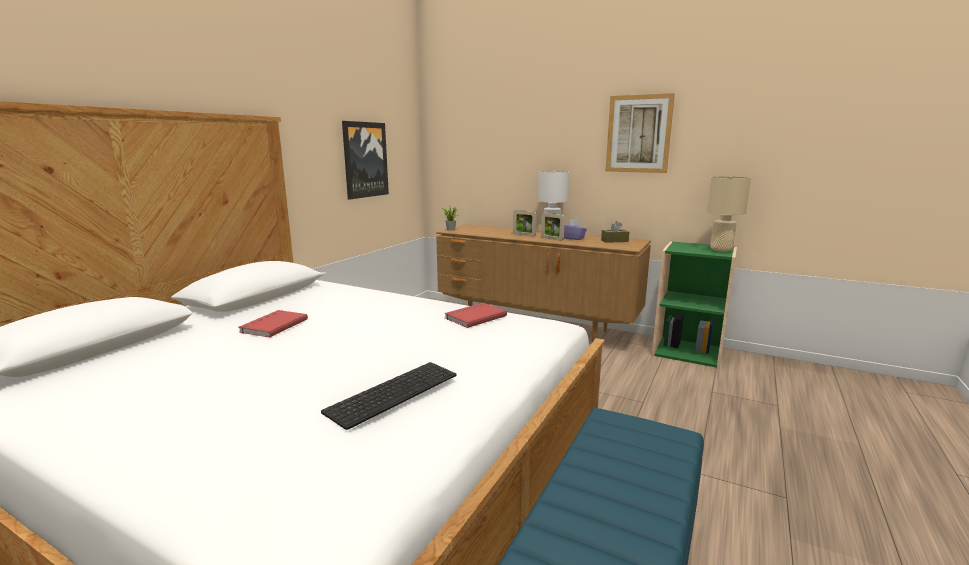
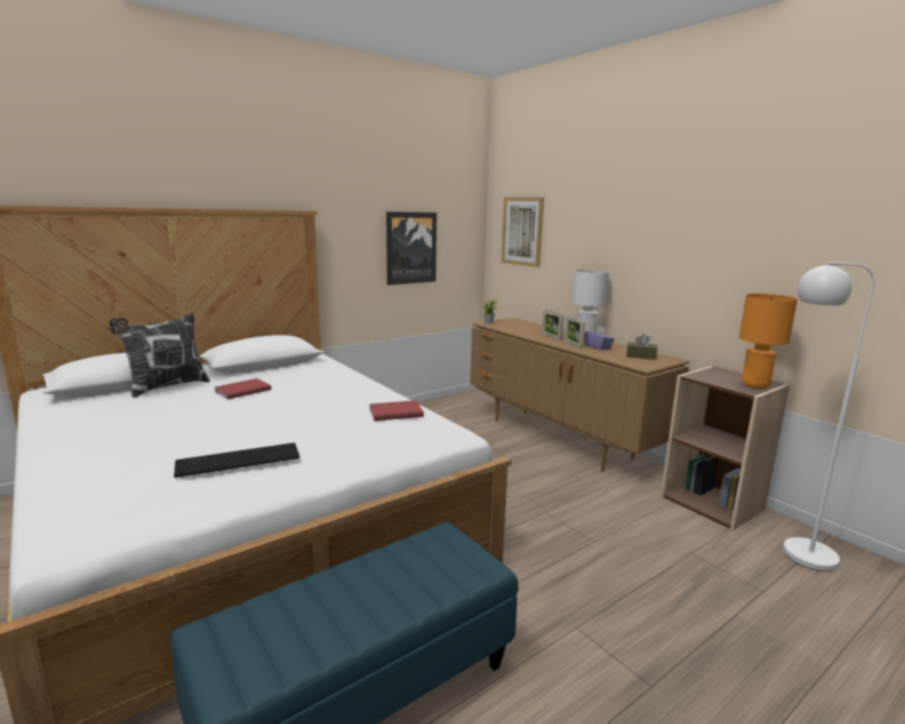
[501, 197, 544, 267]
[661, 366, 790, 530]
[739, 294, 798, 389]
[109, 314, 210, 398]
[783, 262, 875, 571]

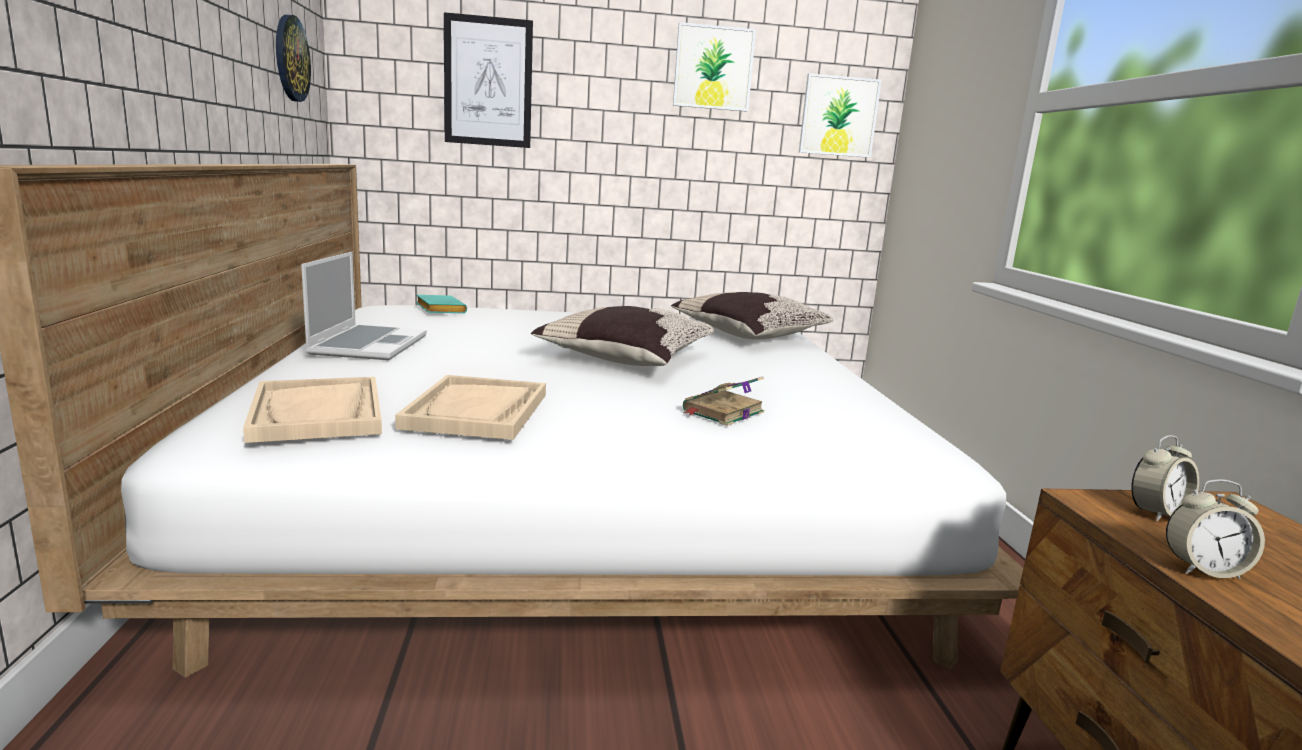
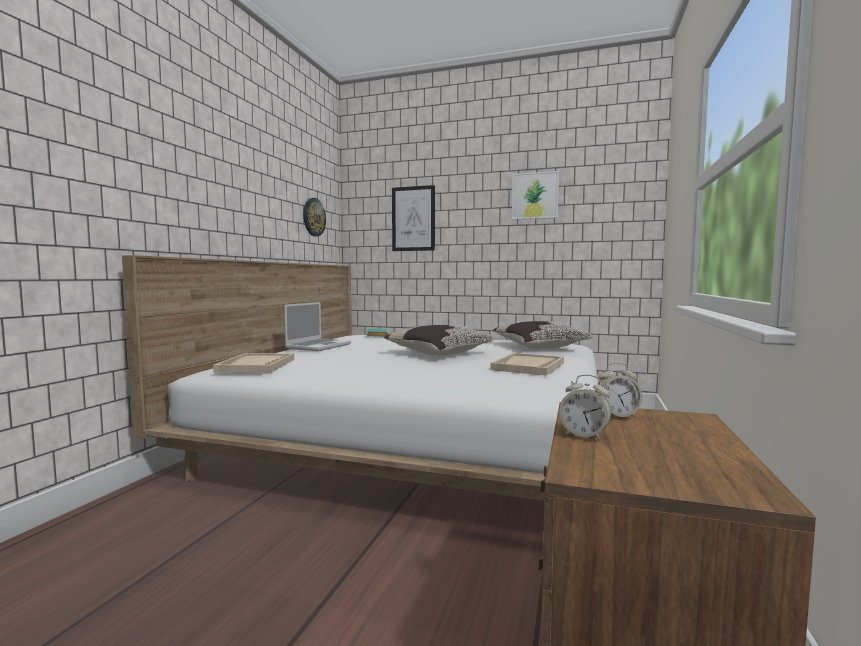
[490, 353, 564, 376]
[683, 377, 764, 426] (first image)
[799, 73, 882, 158] (first image)

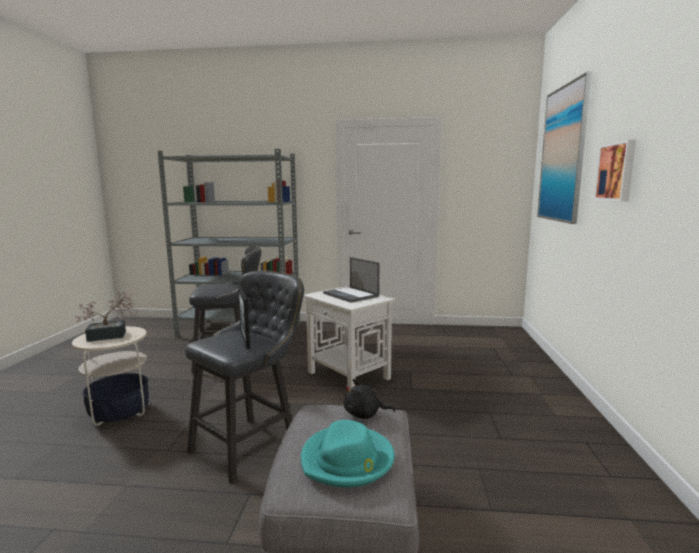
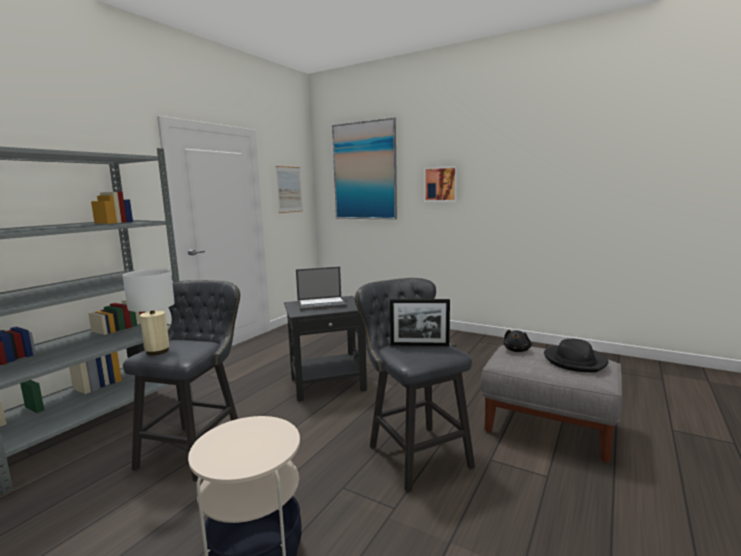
[75, 291, 138, 342] (first image)
[544, 339, 609, 373]
[284, 296, 367, 401]
[123, 269, 175, 356]
[275, 166, 303, 213]

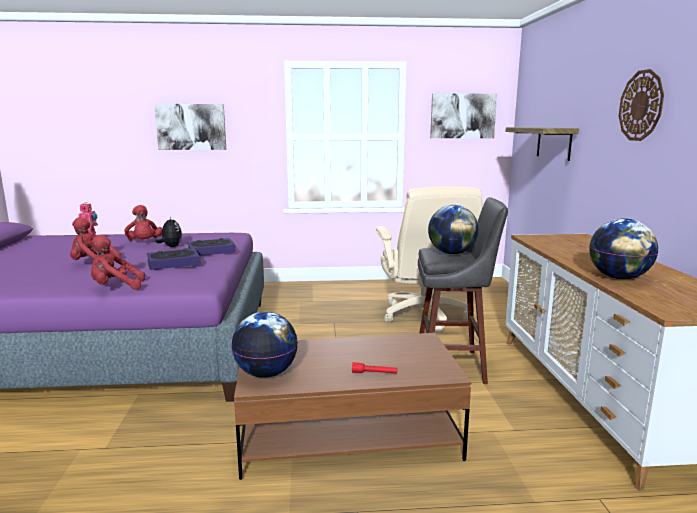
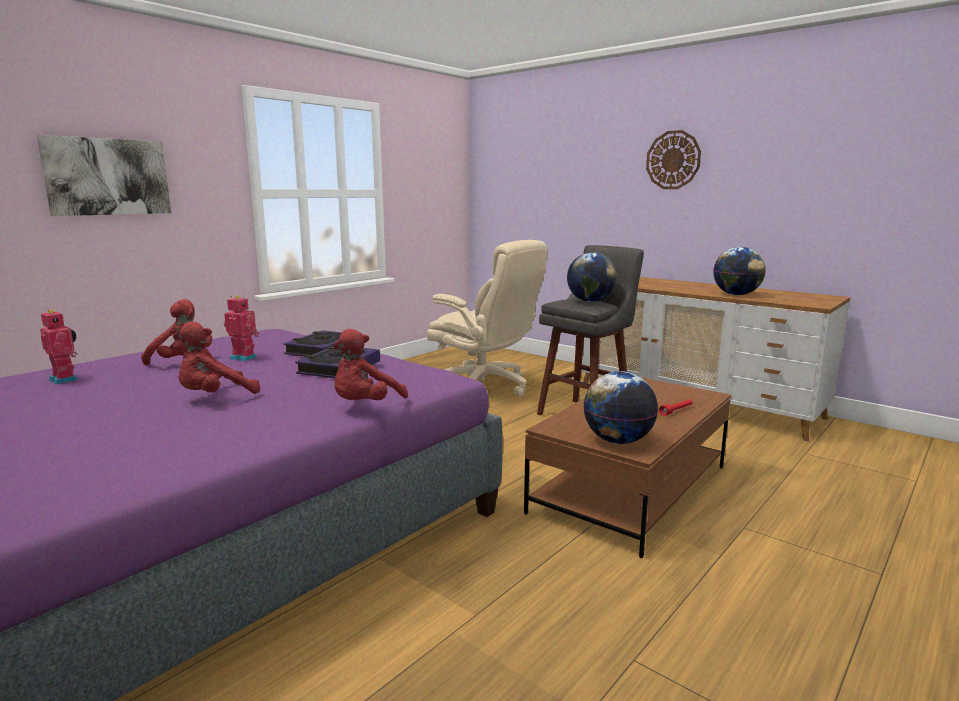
[224, 296, 260, 361]
[430, 93, 497, 138] (first image)
[505, 127, 579, 161] (first image)

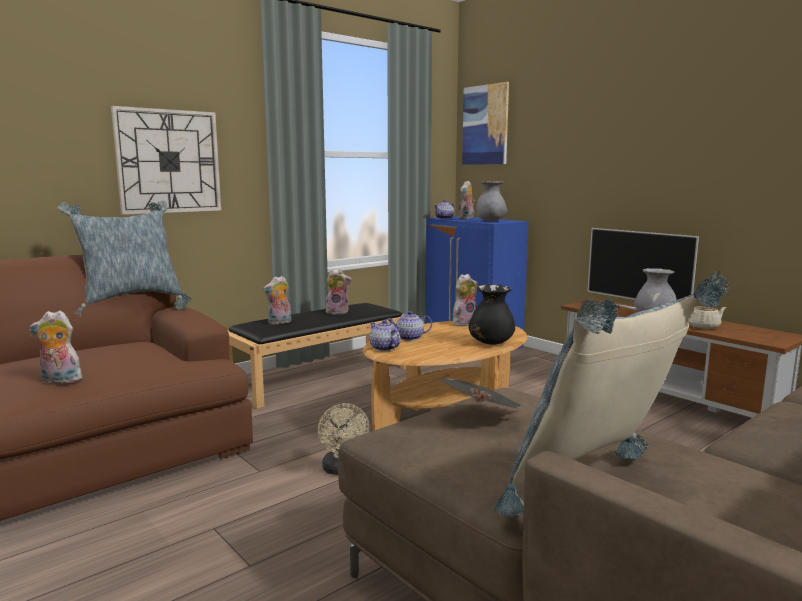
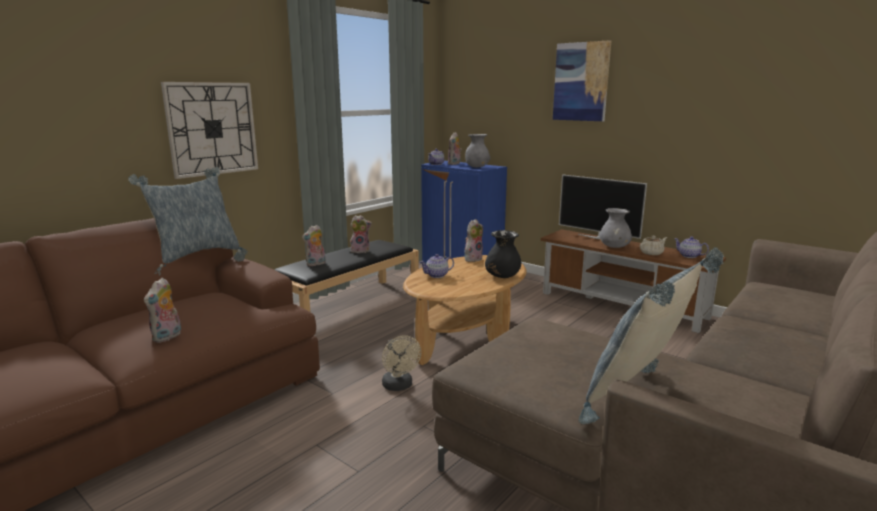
[144, 278, 181, 343]
[674, 237, 709, 258]
[436, 379, 520, 408] (first image)
[553, 40, 611, 121]

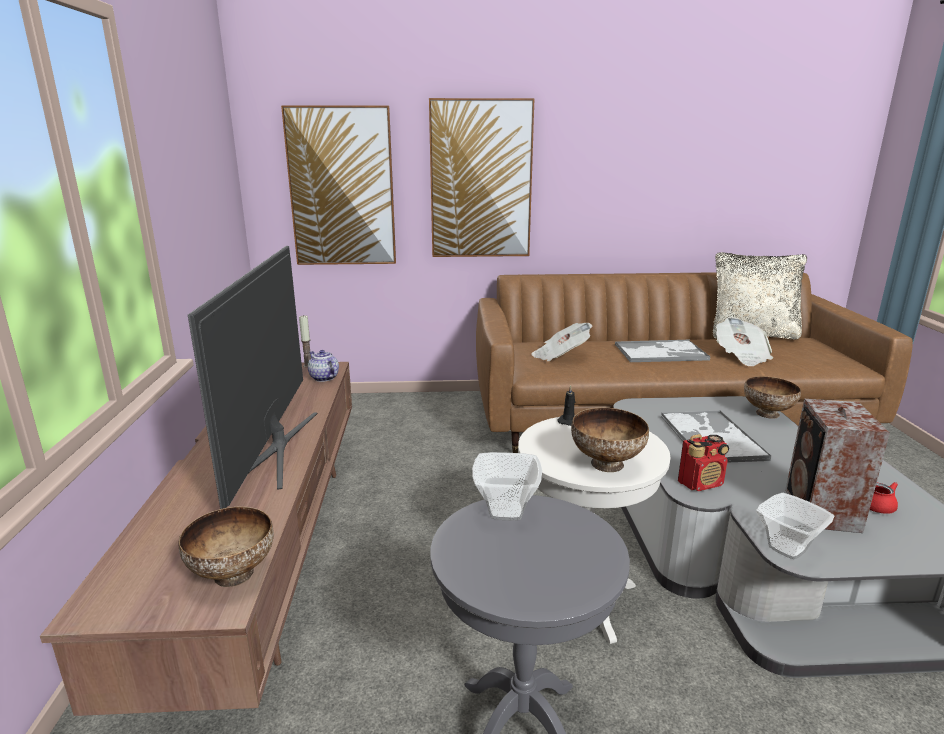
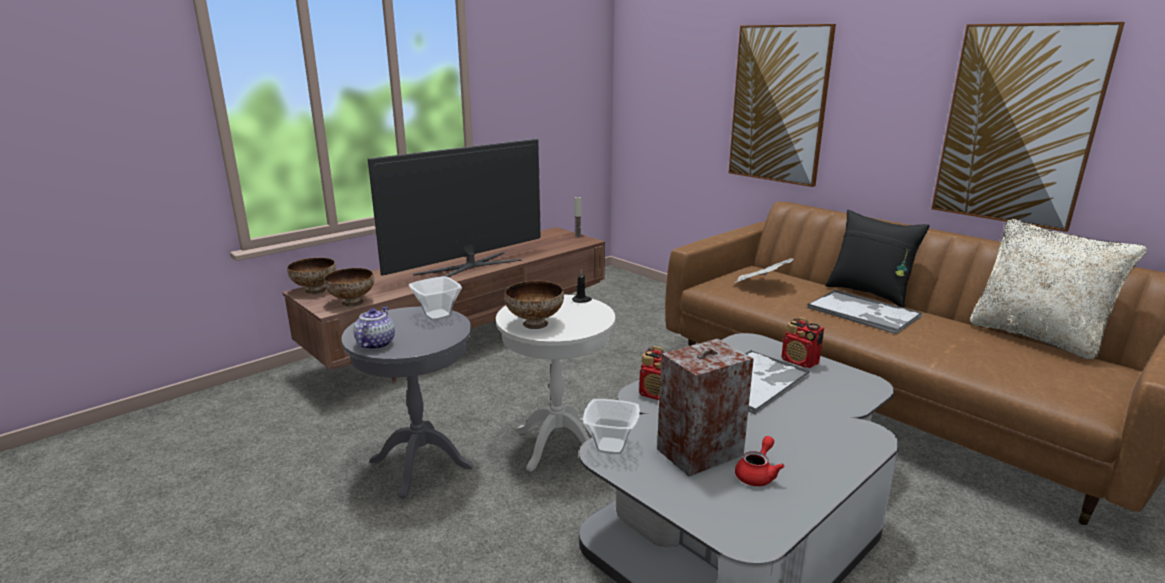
[931, 22, 1125, 232]
[353, 306, 395, 350]
[716, 317, 773, 366] (first image)
[287, 257, 336, 294]
[781, 317, 824, 368]
[825, 210, 930, 308]

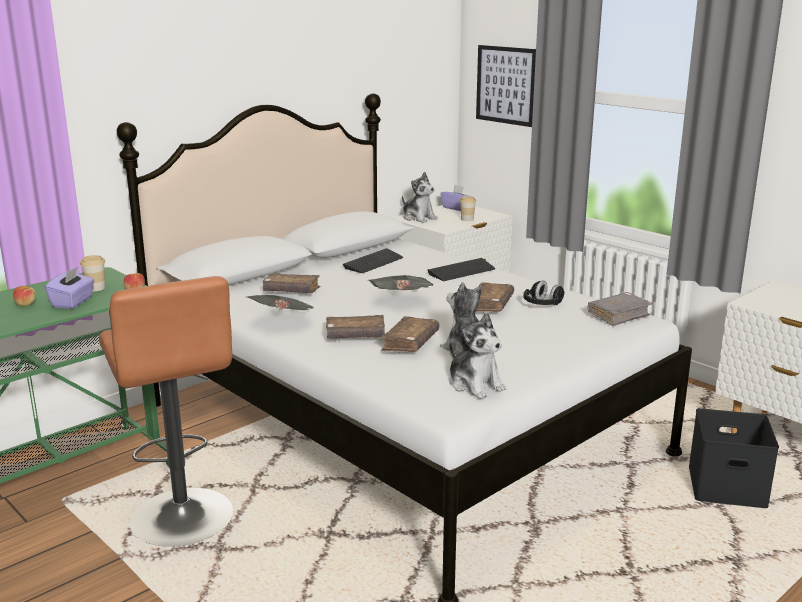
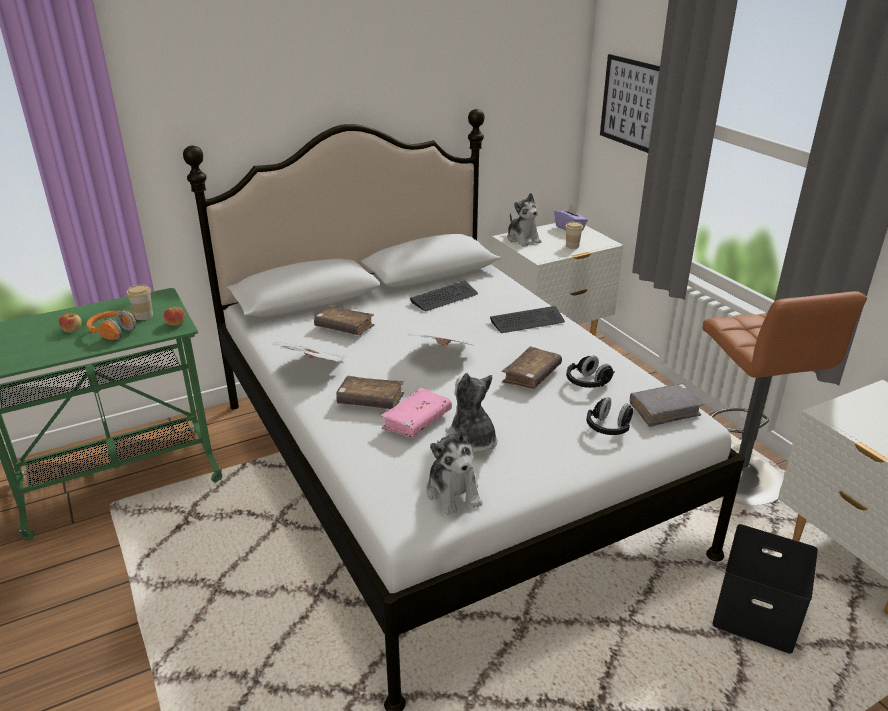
[87, 310, 136, 340]
[702, 291, 867, 505]
[380, 388, 452, 437]
[587, 397, 633, 435]

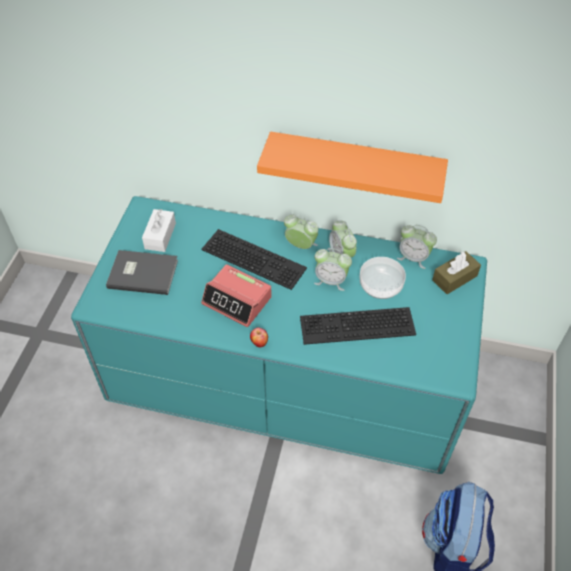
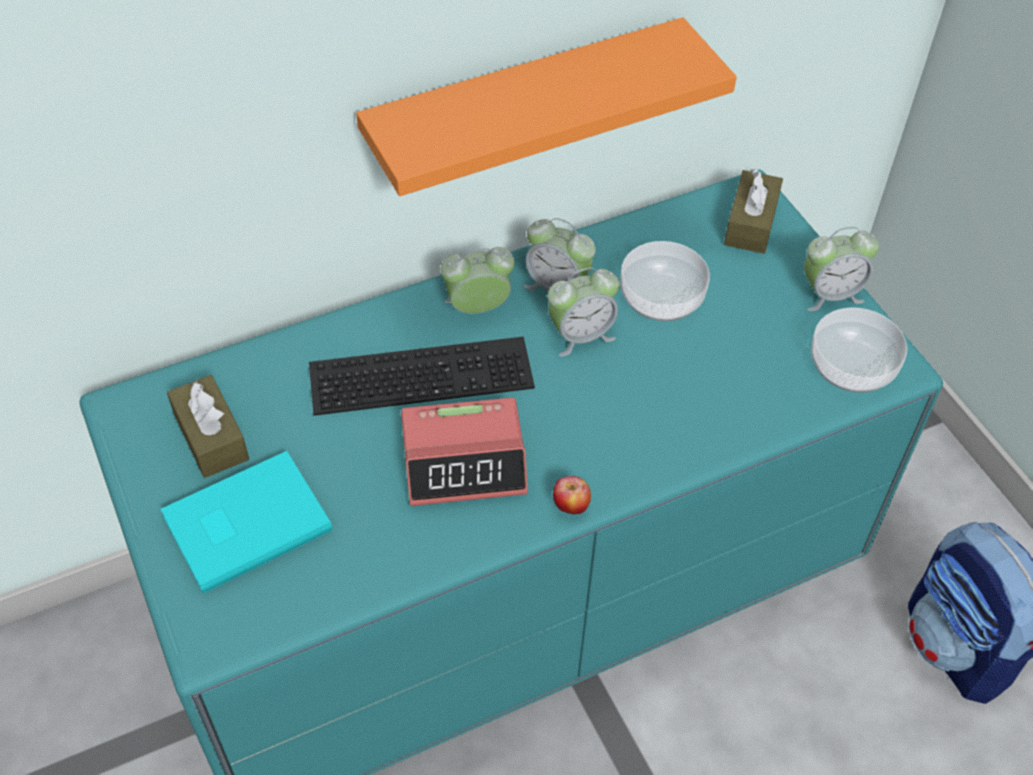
[161, 451, 332, 593]
[167, 375, 249, 478]
[300, 307, 416, 345] (first image)
[804, 227, 879, 311]
[811, 308, 907, 393]

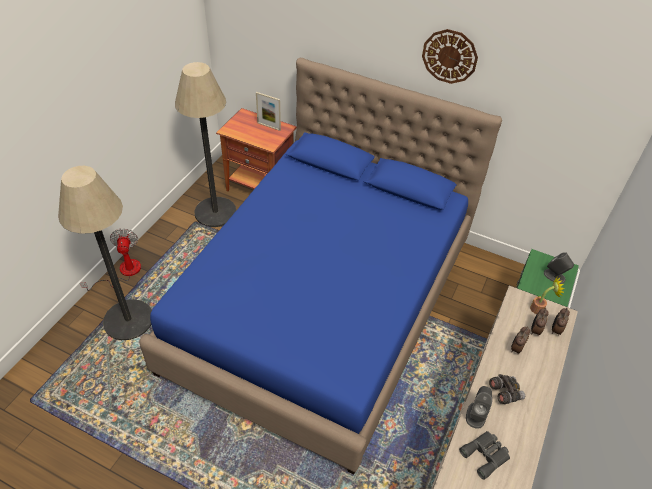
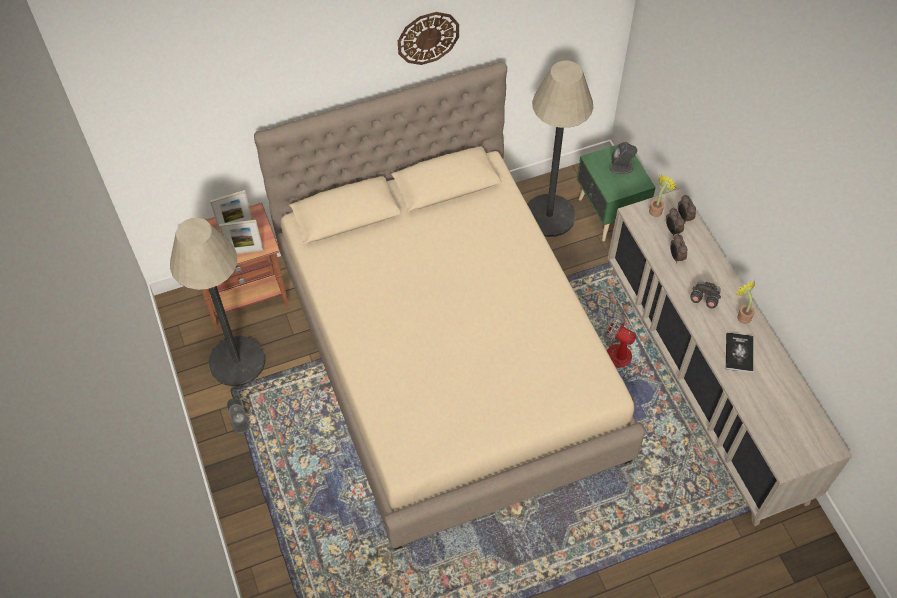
[527, 61, 593, 237]
[604, 315, 637, 402]
[254, 61, 645, 550]
[726, 333, 754, 373]
[227, 398, 250, 434]
[219, 220, 264, 254]
[736, 282, 755, 324]

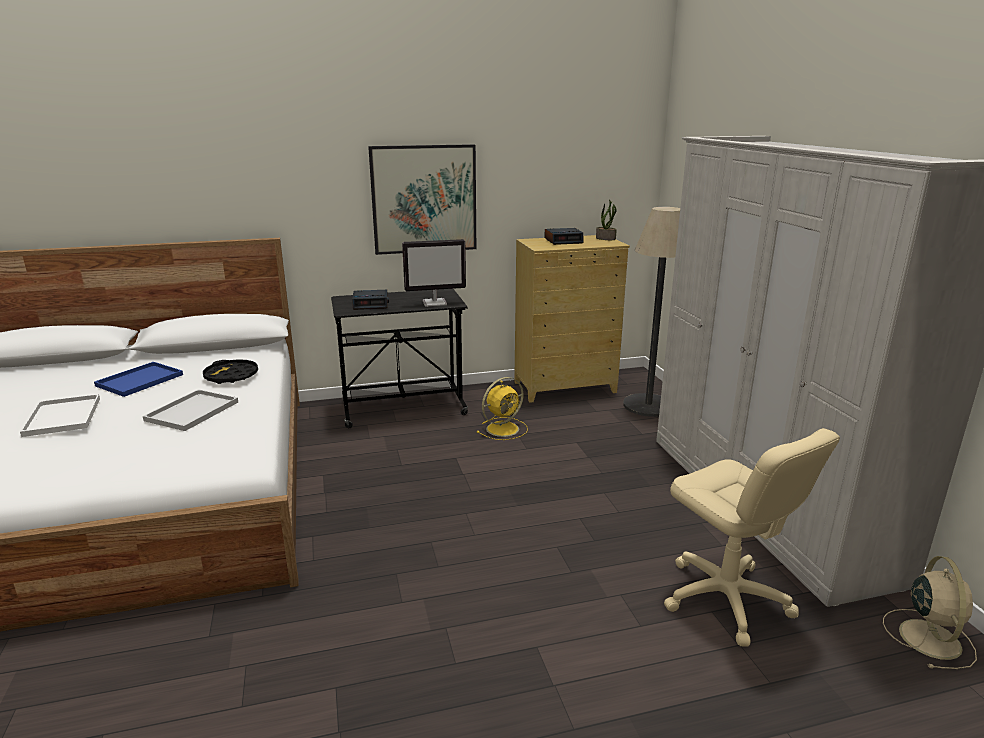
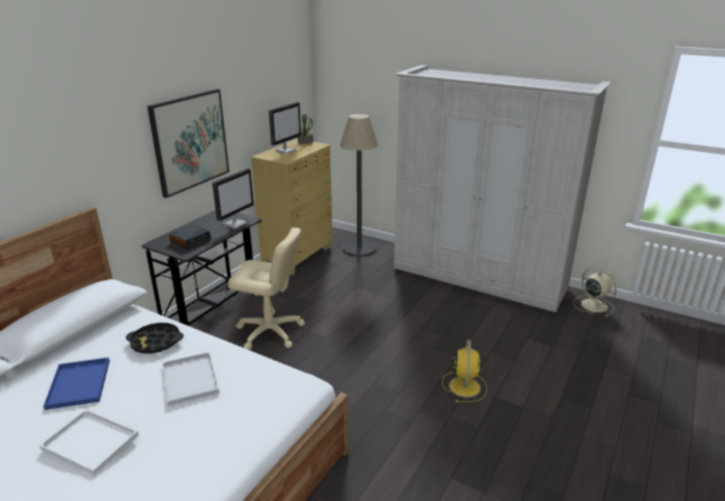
[442, 340, 487, 402]
[269, 102, 301, 154]
[228, 228, 305, 350]

